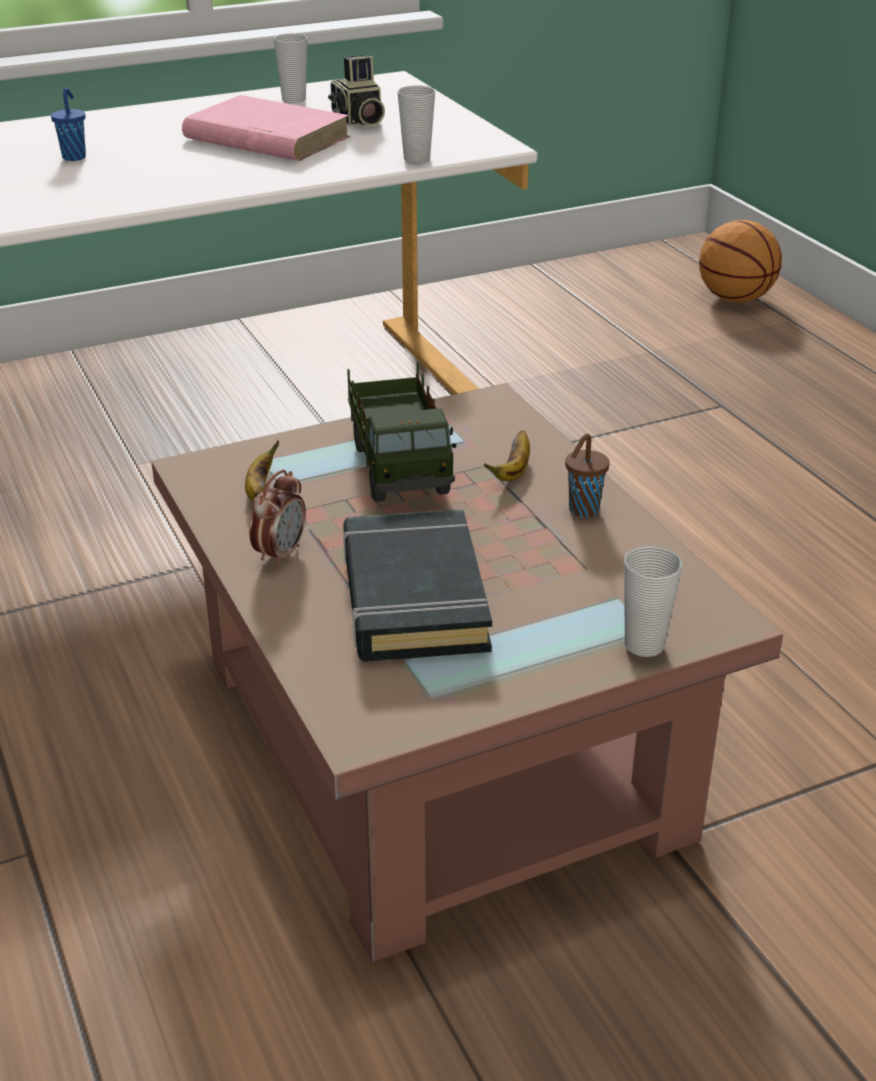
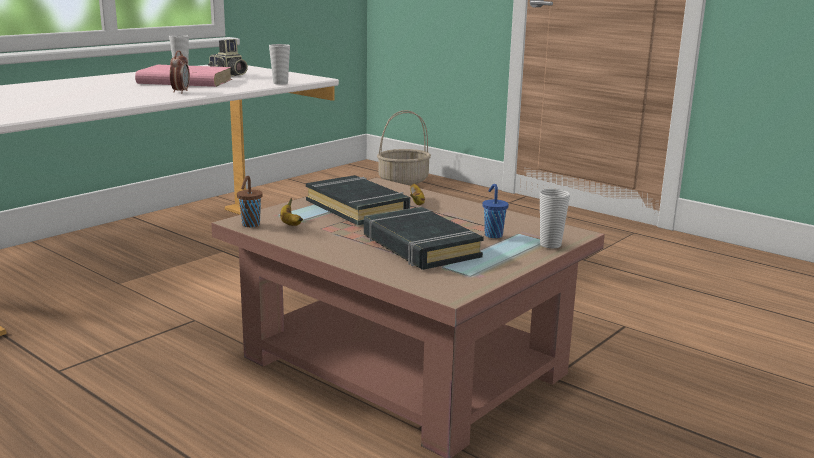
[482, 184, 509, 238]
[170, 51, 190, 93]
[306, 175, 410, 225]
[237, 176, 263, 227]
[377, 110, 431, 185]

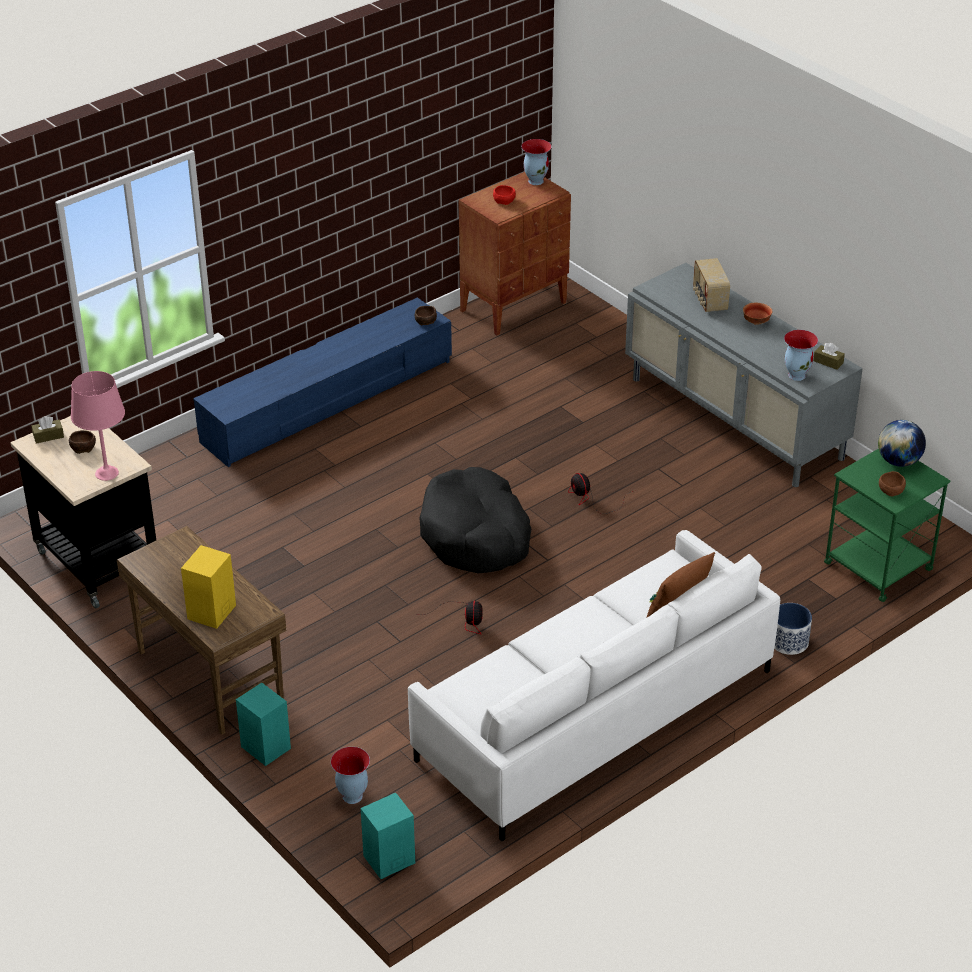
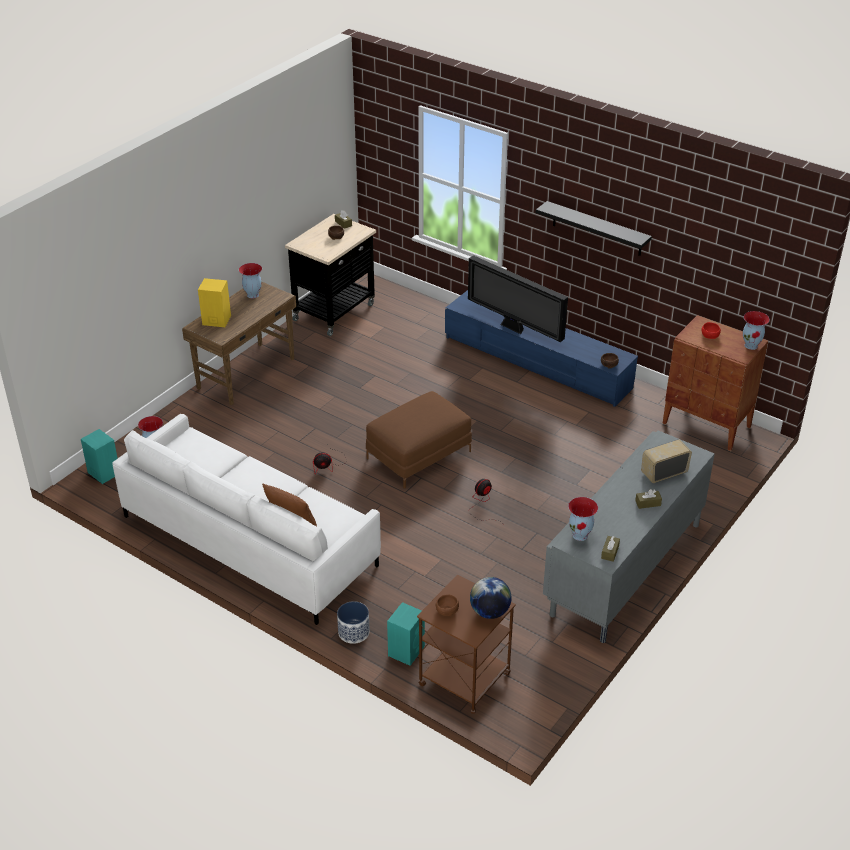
[71, 371, 125, 481] (first image)
[387, 602, 425, 666]
[366, 391, 472, 489]
[635, 489, 662, 509]
[417, 574, 516, 714]
[239, 263, 262, 298]
[468, 255, 568, 342]
[536, 201, 652, 256]

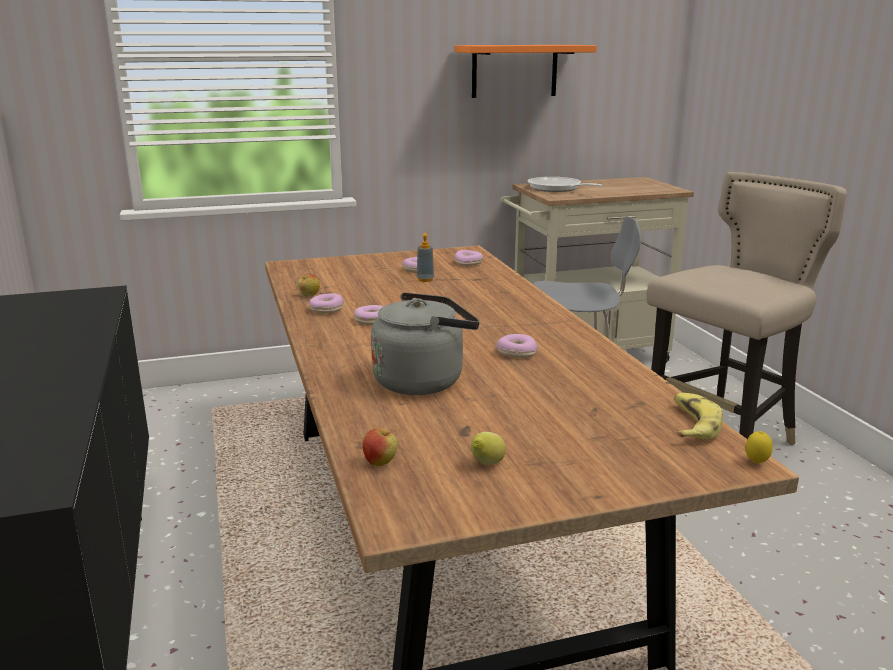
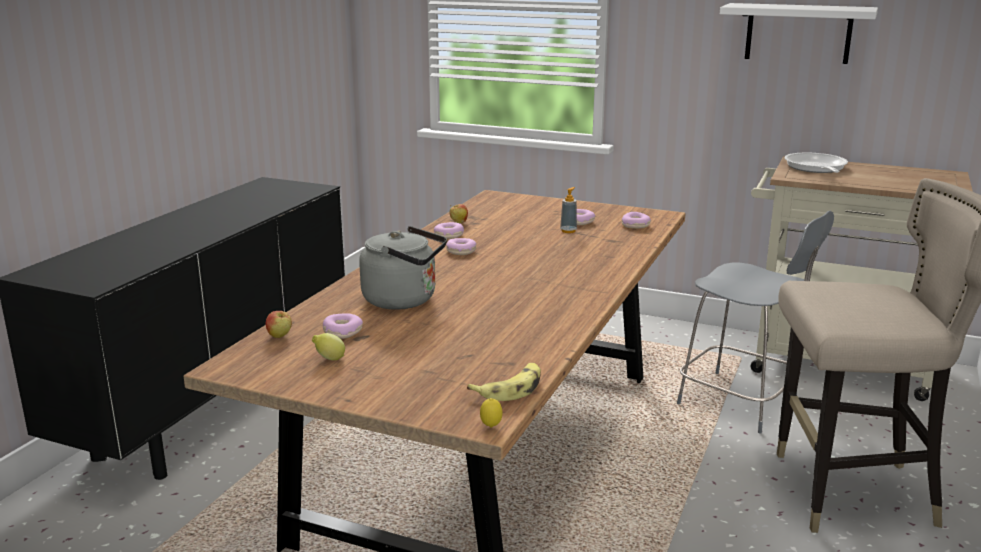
[720, 3, 878, 64]
[323, 313, 363, 339]

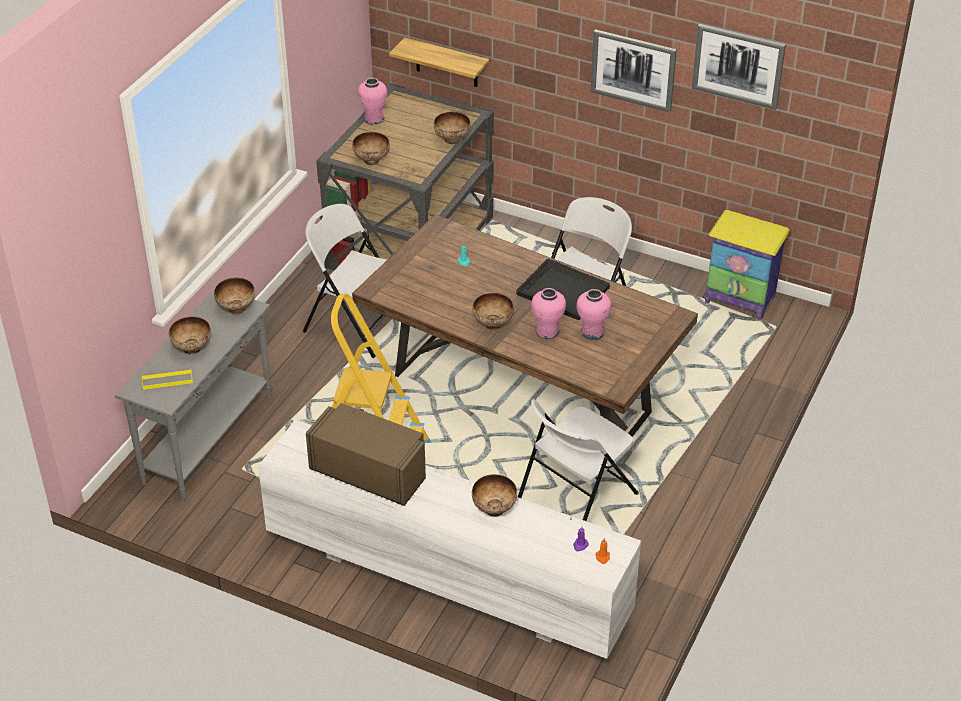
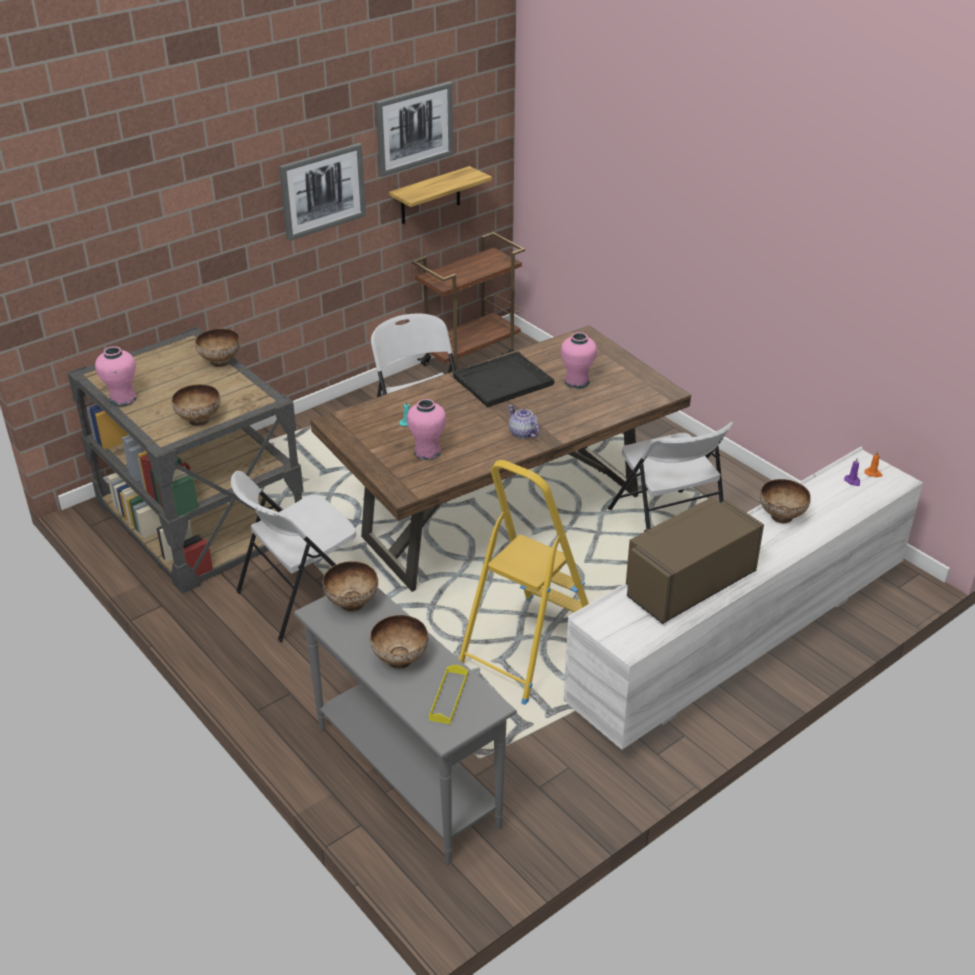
[389, 166, 492, 224]
[508, 405, 540, 439]
[407, 399, 446, 460]
[412, 232, 525, 370]

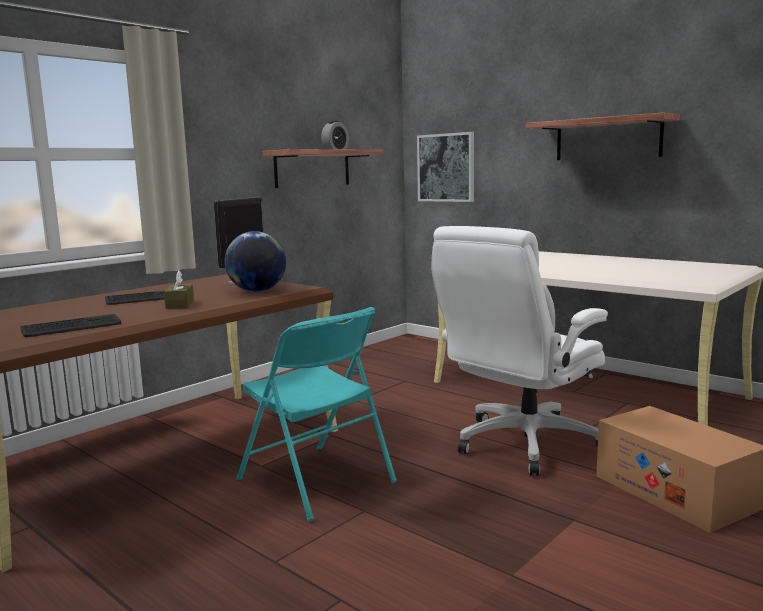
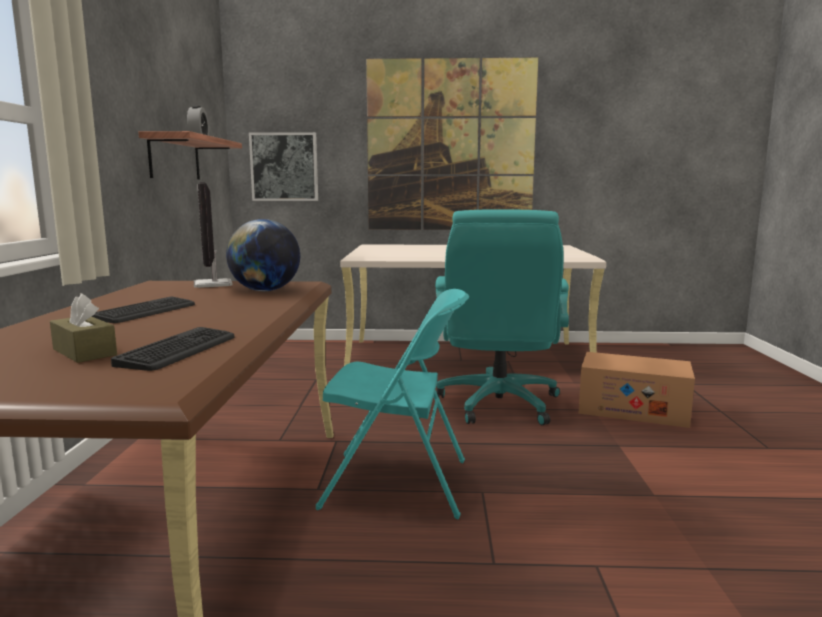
[50, 293, 117, 363]
[435, 210, 569, 425]
[366, 58, 538, 230]

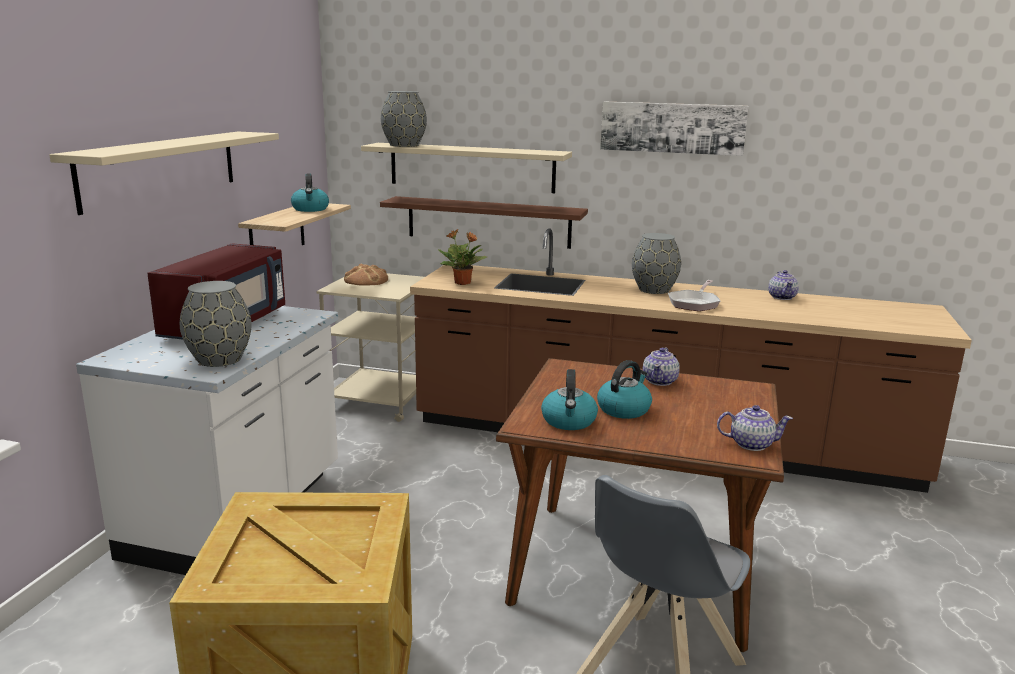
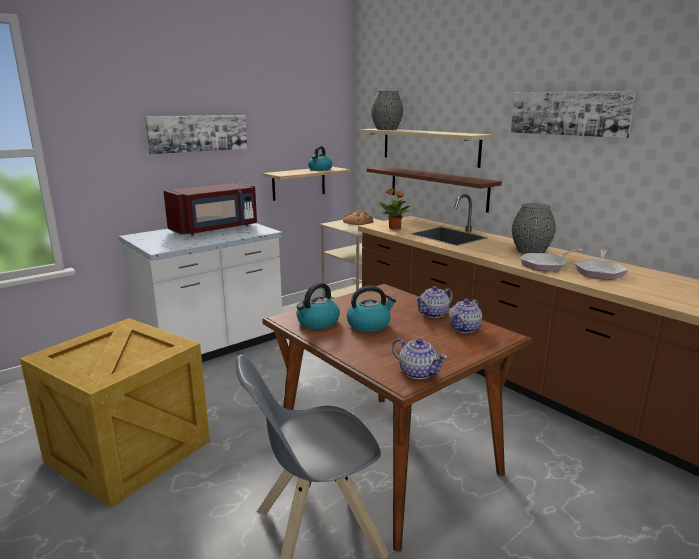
[145, 115, 247, 154]
[180, 281, 252, 367] (first image)
[449, 299, 482, 333]
[574, 249, 628, 280]

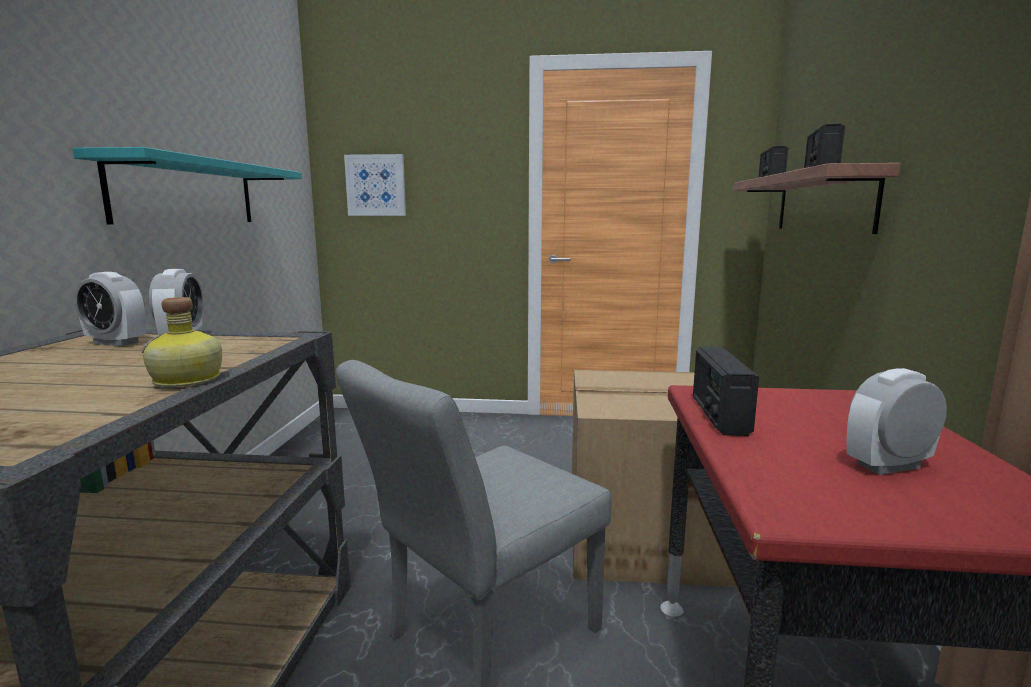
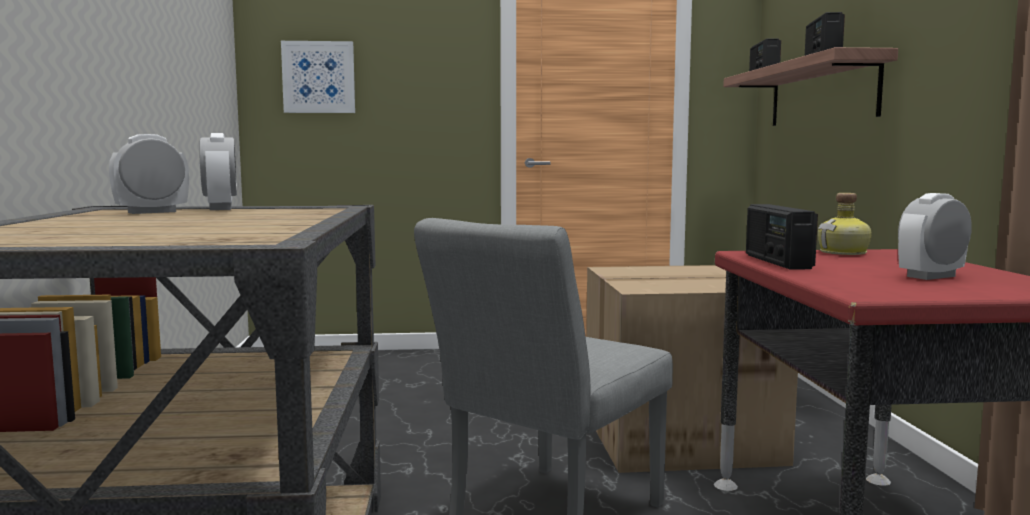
[72, 147, 302, 225] (first image)
[109, 134, 189, 214]
[818, 193, 872, 255]

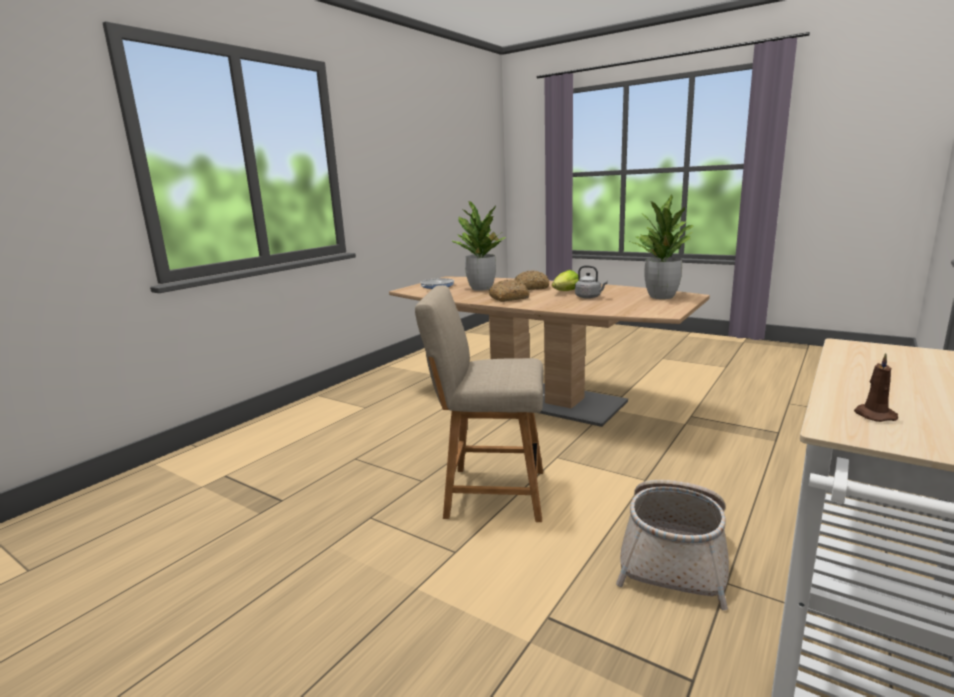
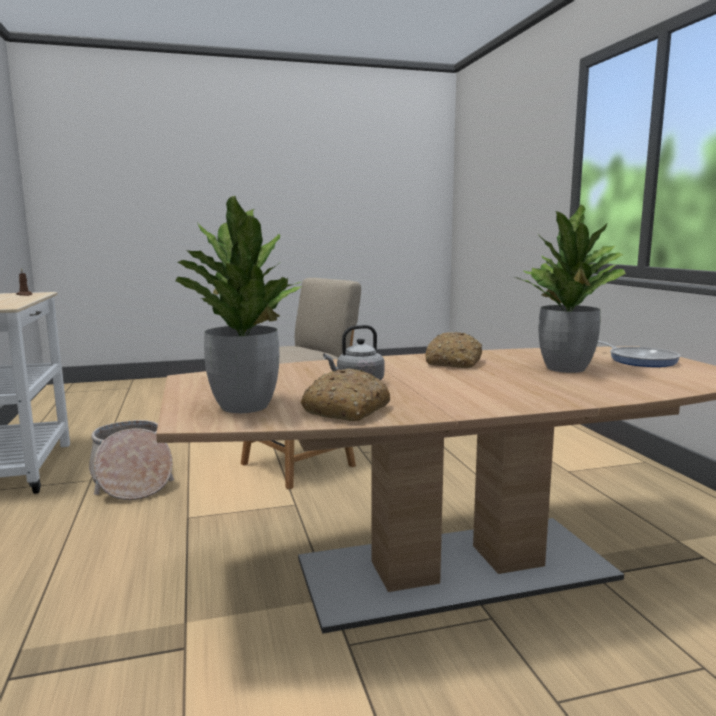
[301, 368, 390, 421]
[552, 270, 578, 291] (first image)

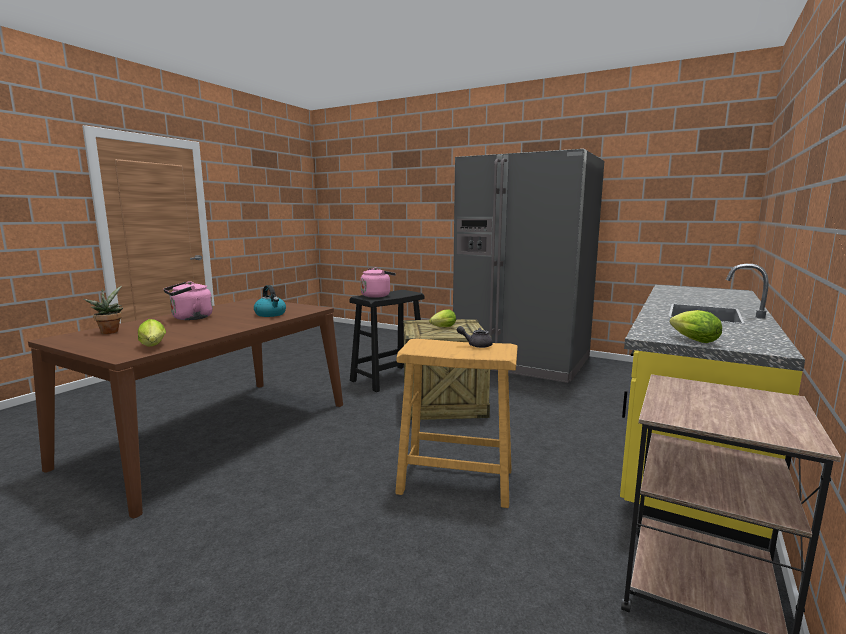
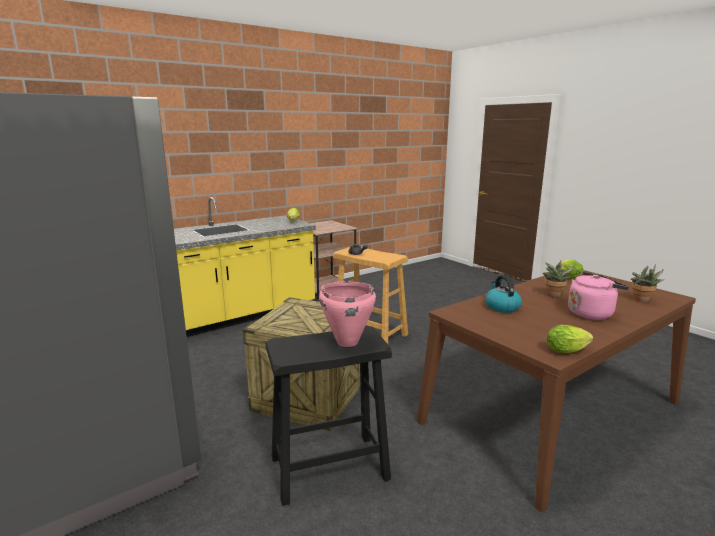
[319, 282, 376, 347]
[547, 325, 593, 353]
[543, 260, 575, 297]

